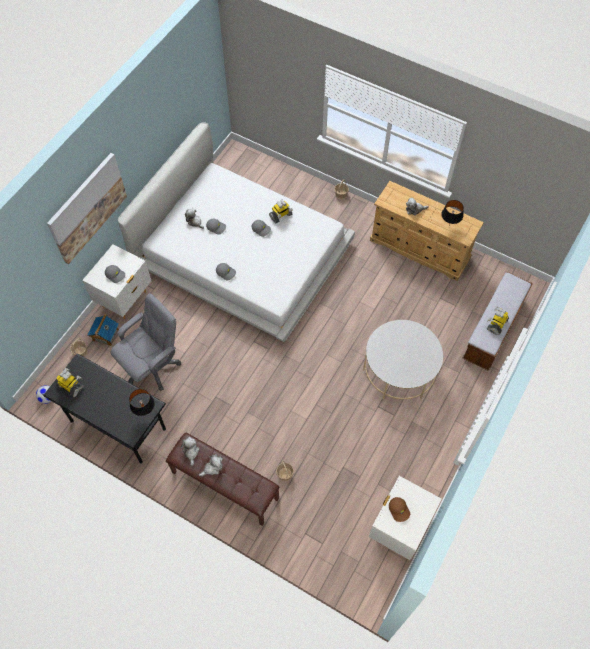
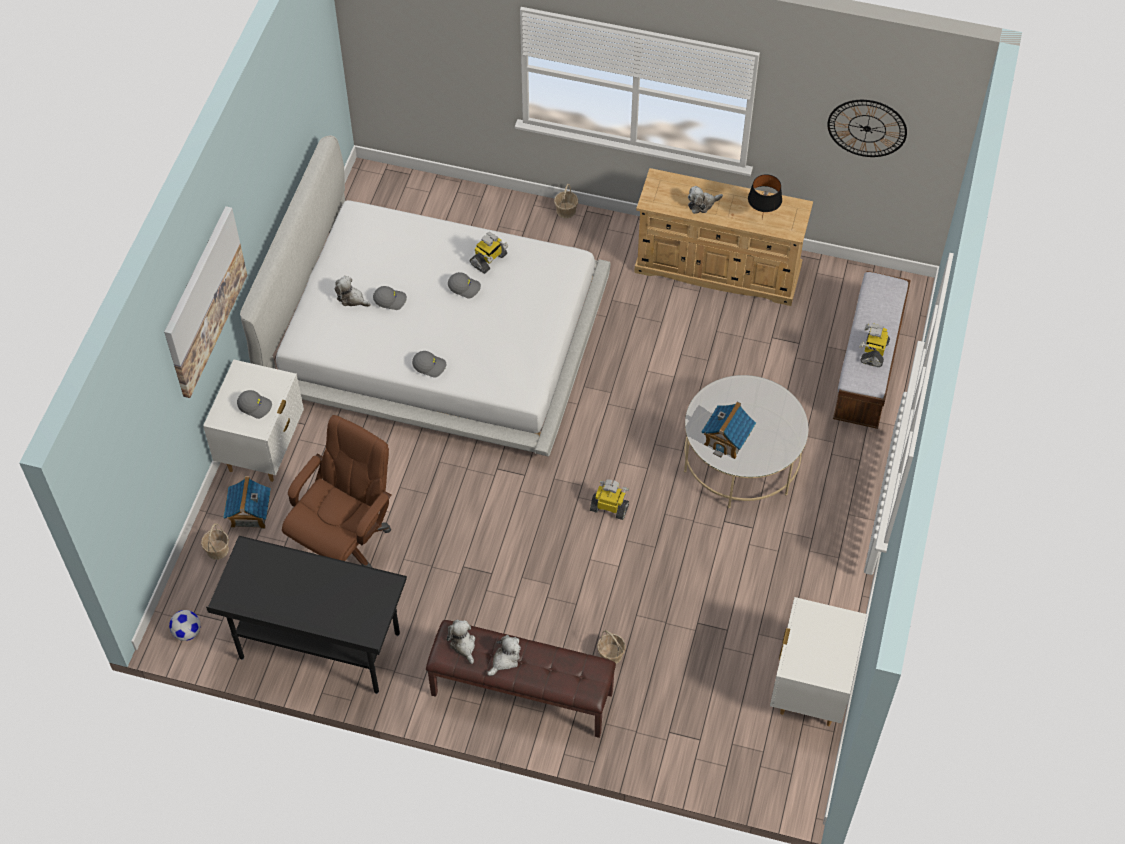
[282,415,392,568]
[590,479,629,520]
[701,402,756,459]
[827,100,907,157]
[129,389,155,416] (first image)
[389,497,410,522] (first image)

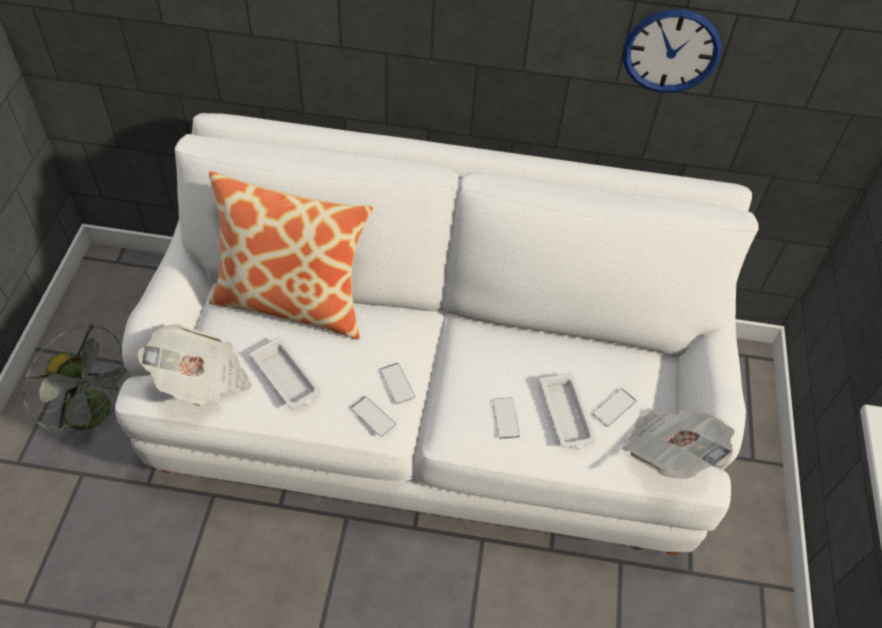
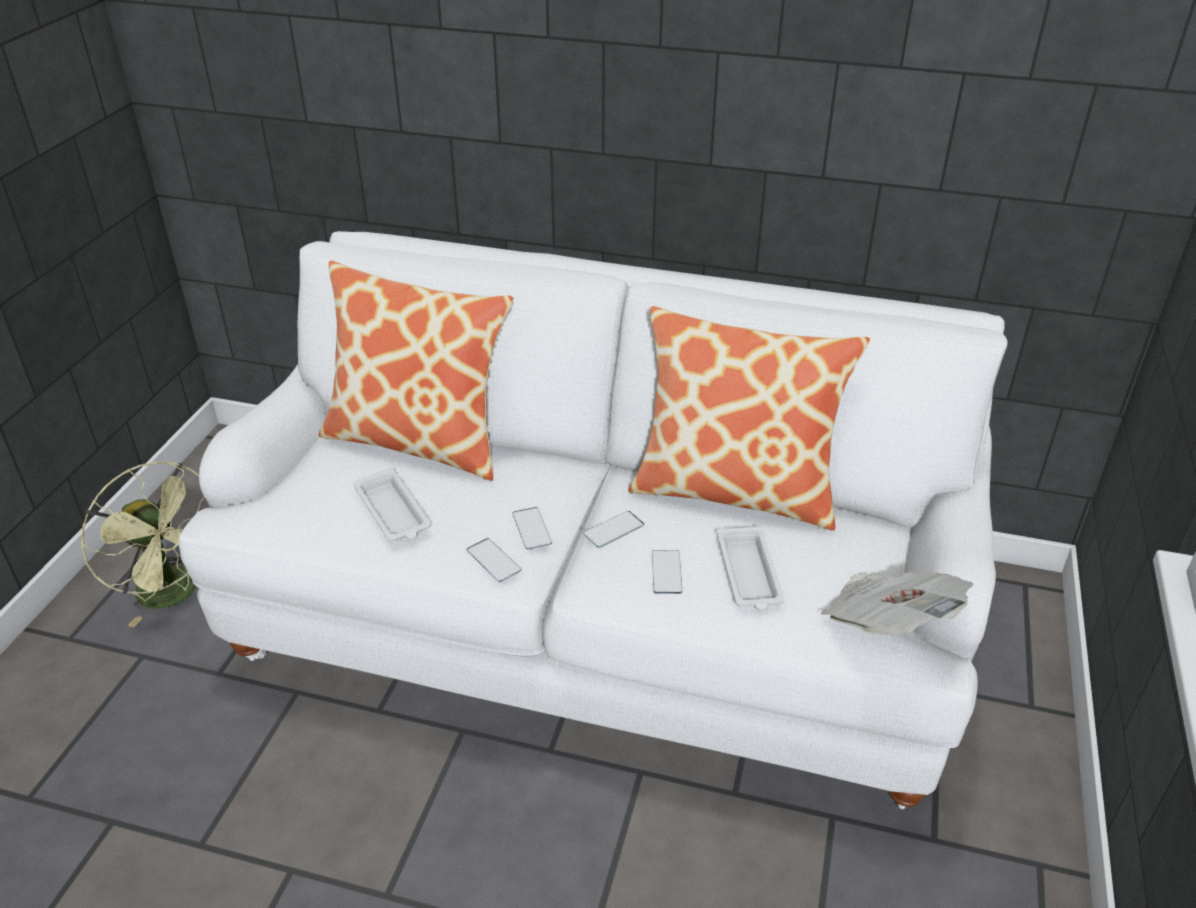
[81,461,205,627]
[583,511,644,548]
[628,306,870,530]
[138,324,252,406] (first image)
[623,10,722,93] (first image)

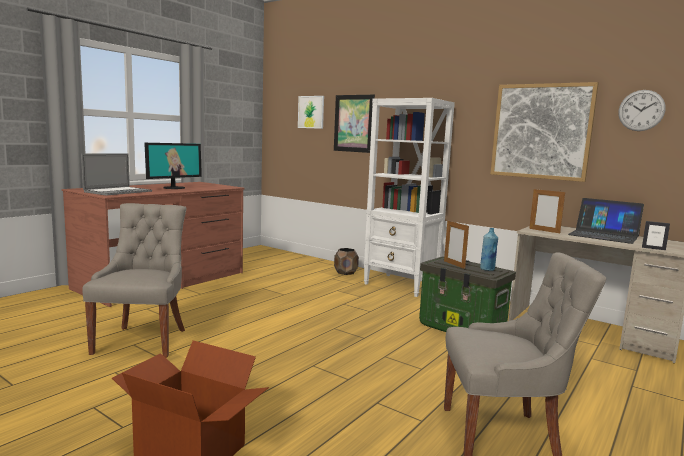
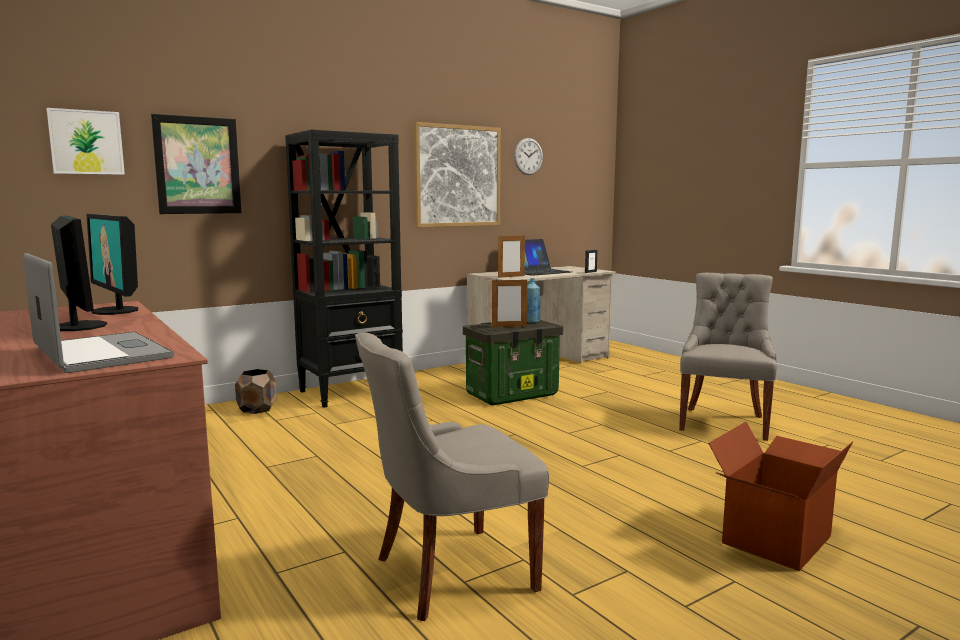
[87,214,138,315]
[285,130,403,408]
[355,332,549,621]

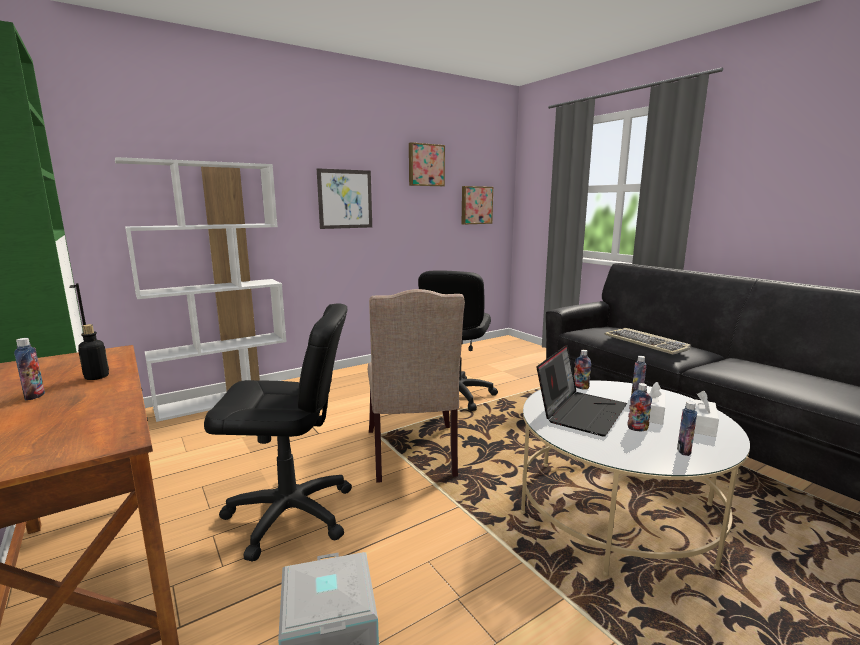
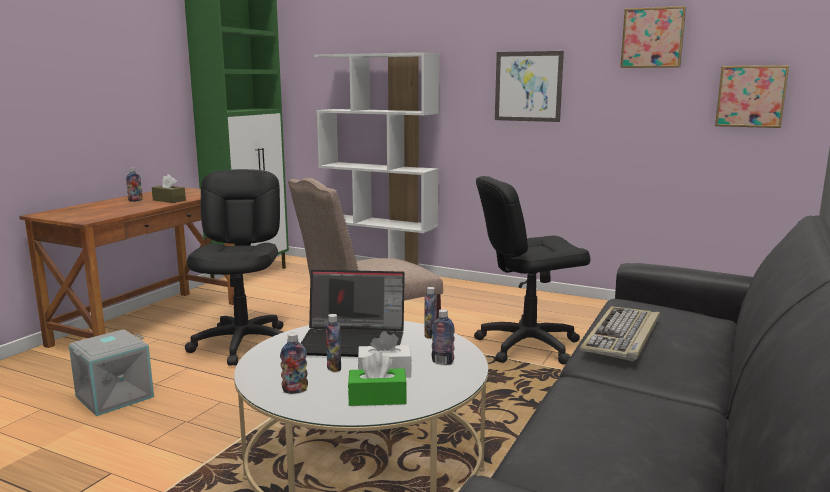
[152,174,186,203]
[185,169,283,366]
[348,352,407,406]

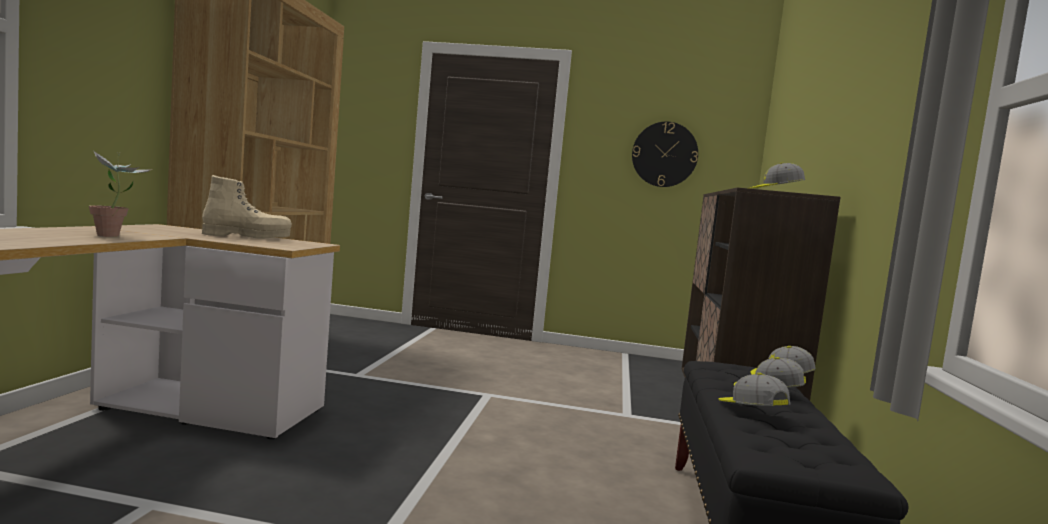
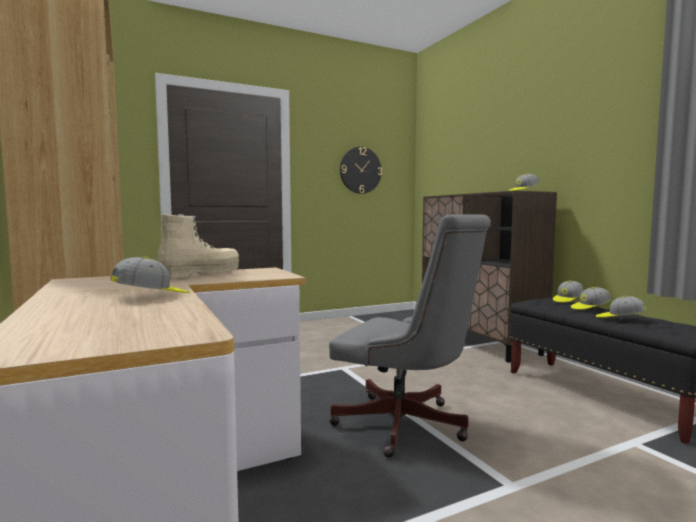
[110,256,190,293]
[329,214,491,458]

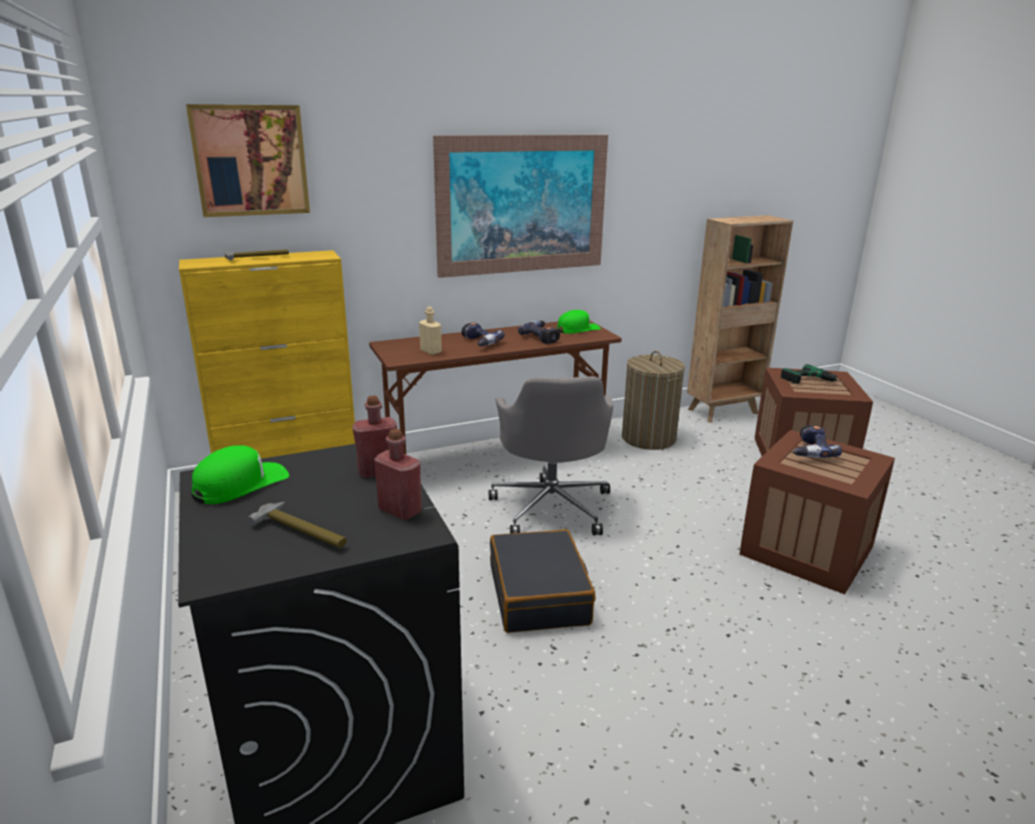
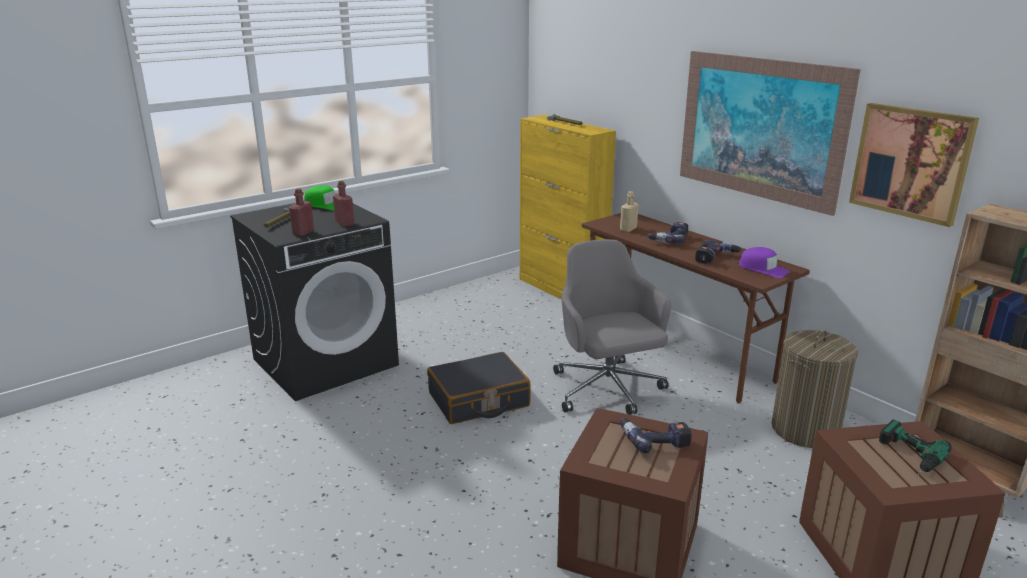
[553,239,672,415]
[739,247,790,278]
[849,103,979,227]

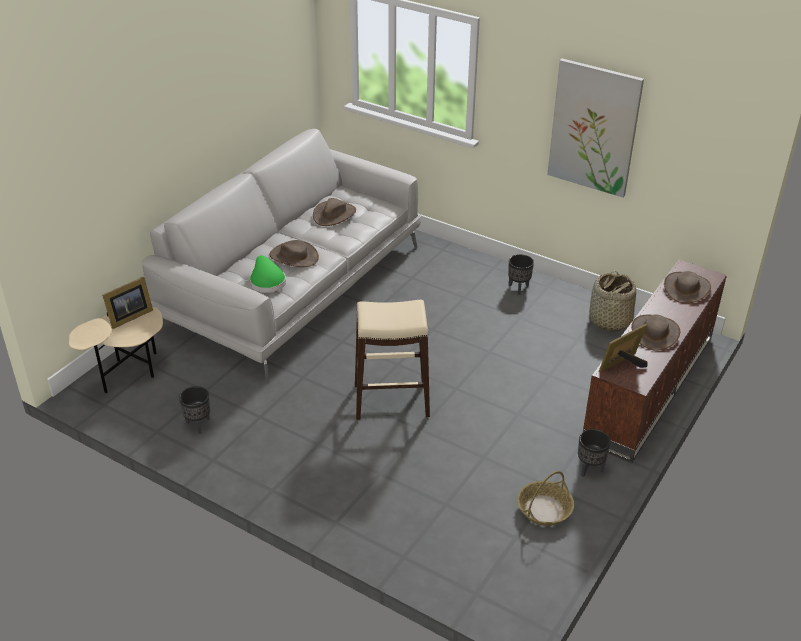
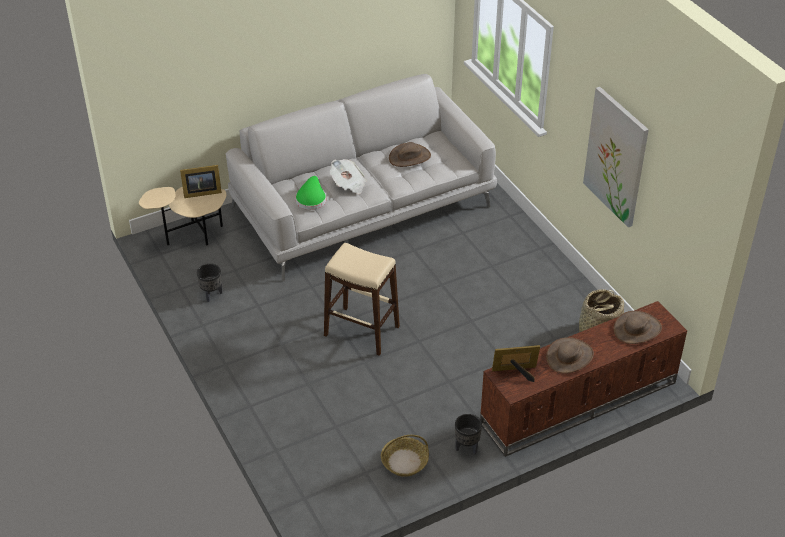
[330,159,367,194]
[508,254,534,295] (first image)

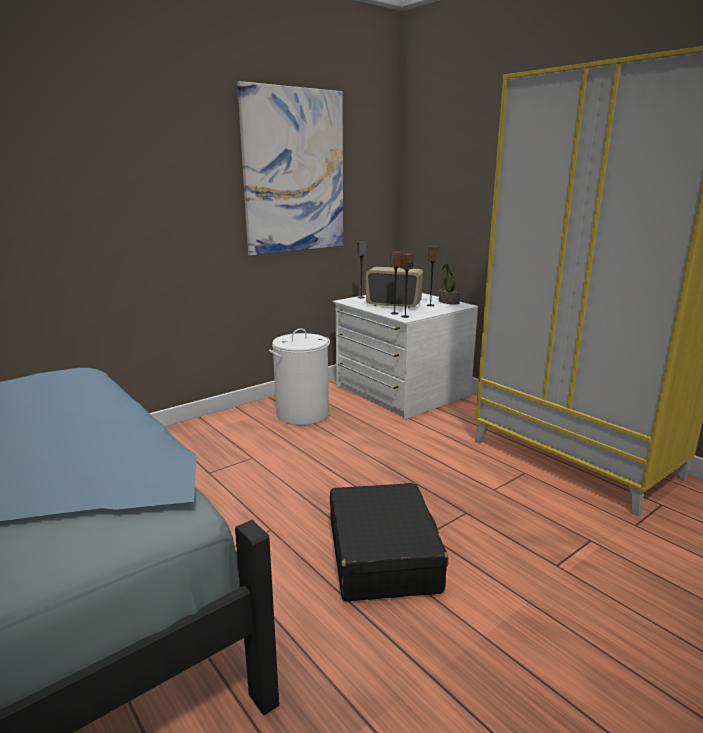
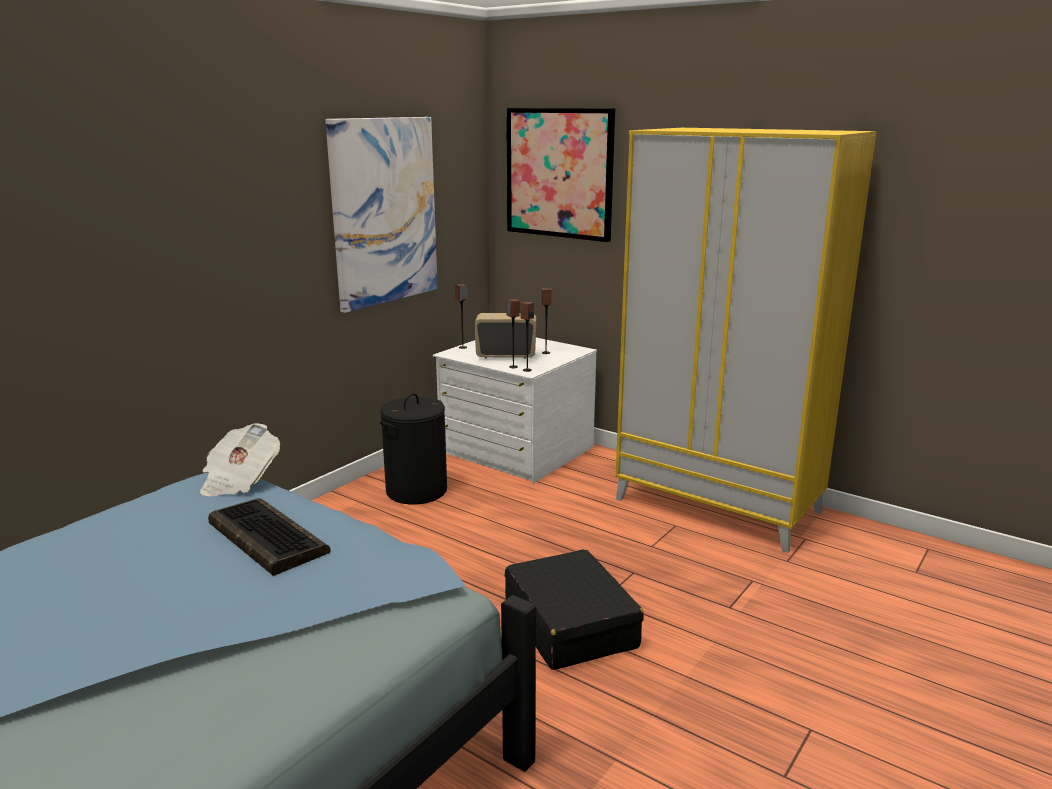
[200,423,280,496]
[208,498,331,576]
[380,393,447,504]
[506,108,615,242]
[439,260,460,305] (first image)

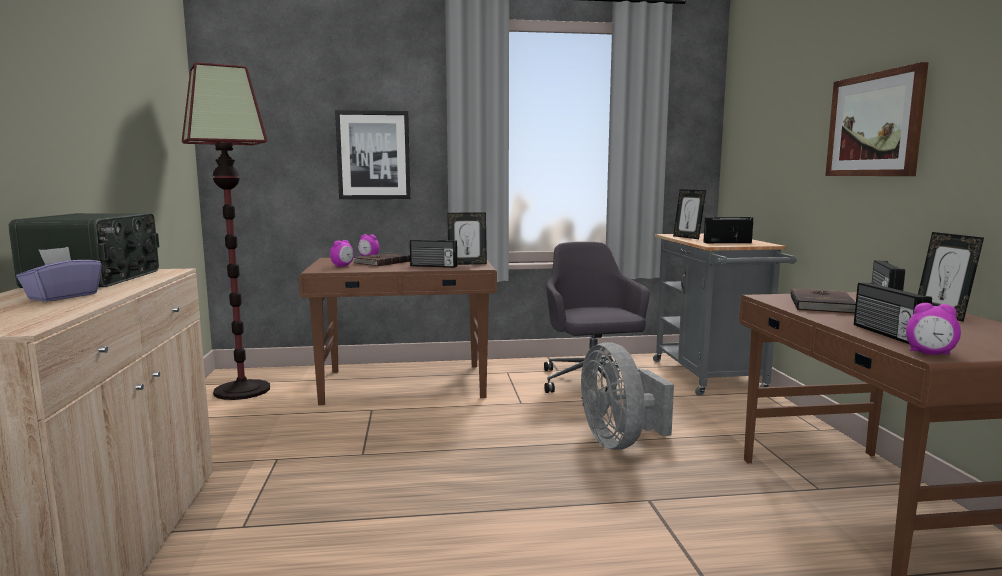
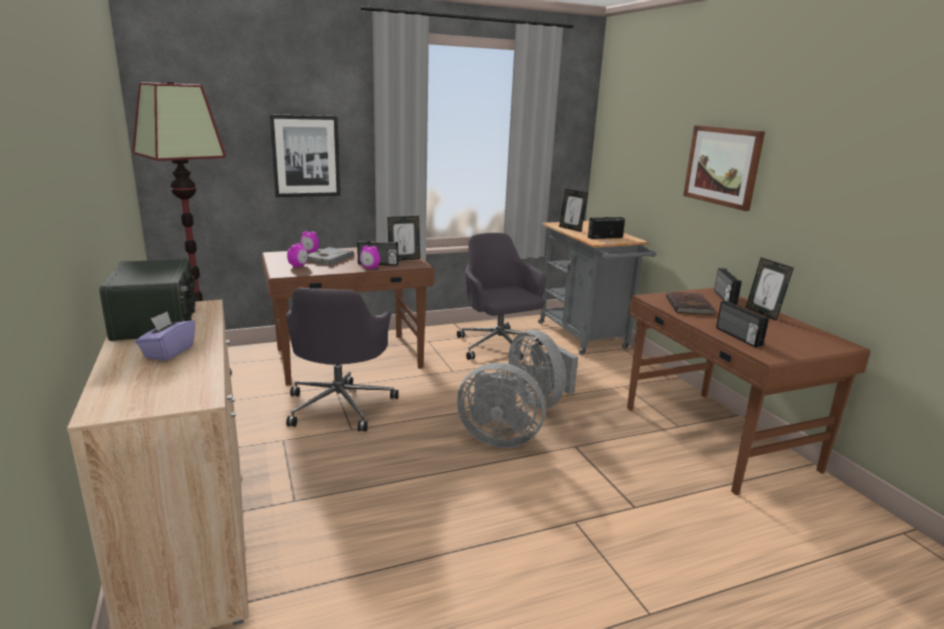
[286,287,399,432]
[307,247,354,265]
[360,246,380,269]
[457,363,546,448]

